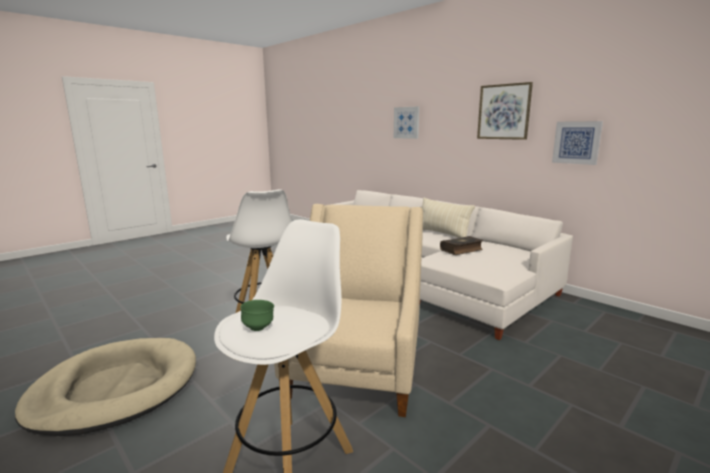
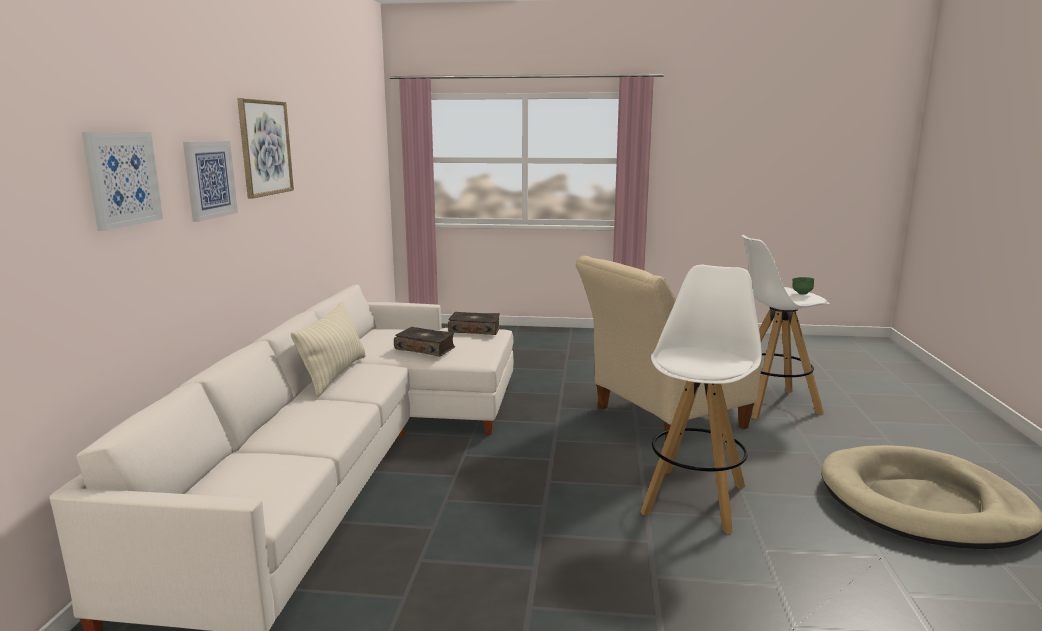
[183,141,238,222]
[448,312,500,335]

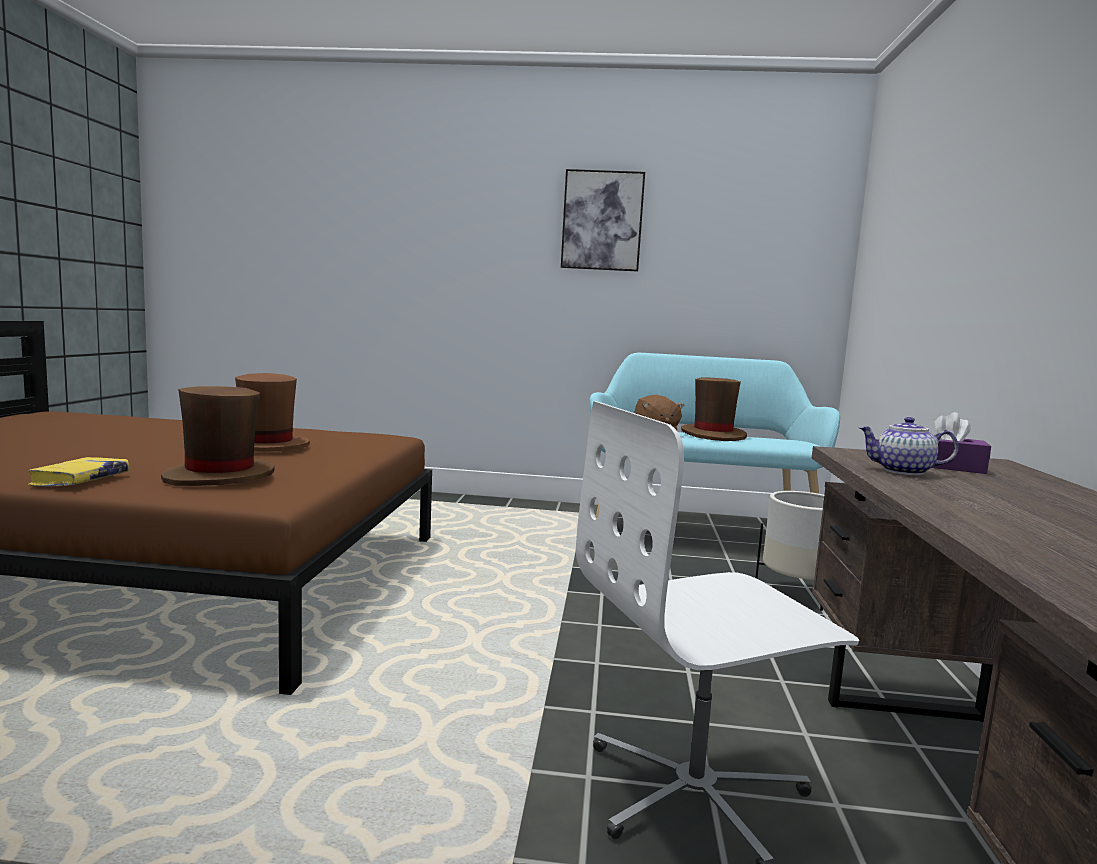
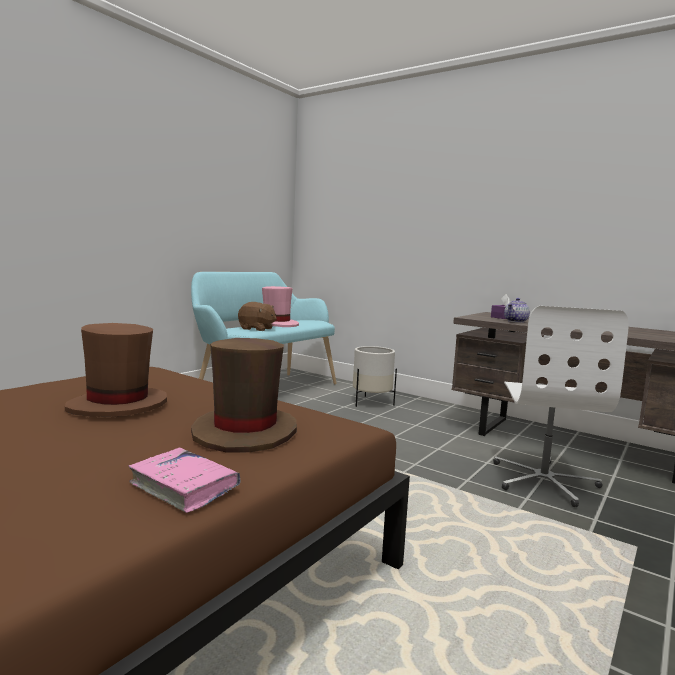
[128,448,241,513]
[262,286,299,327]
[561,169,645,272] (first image)

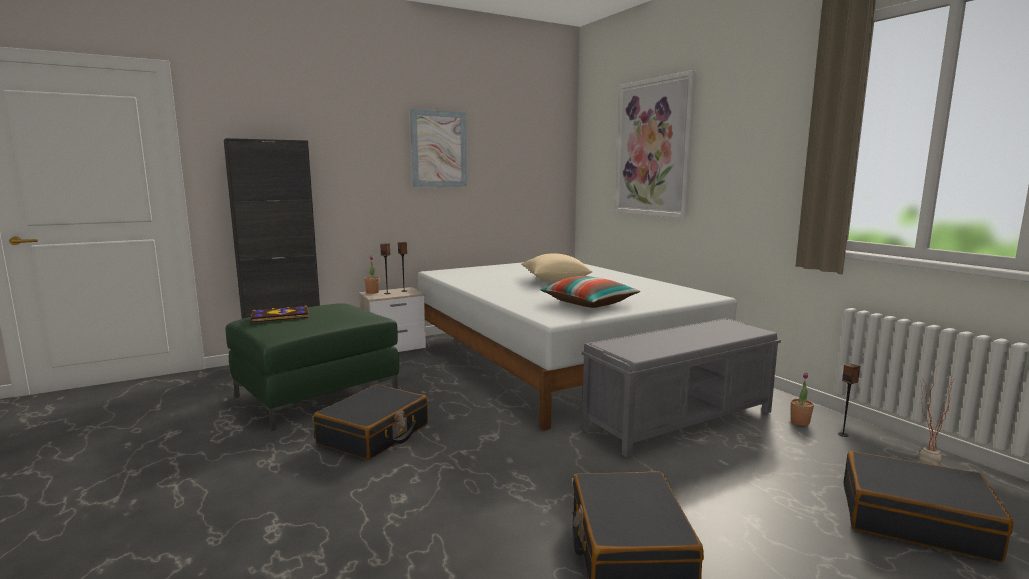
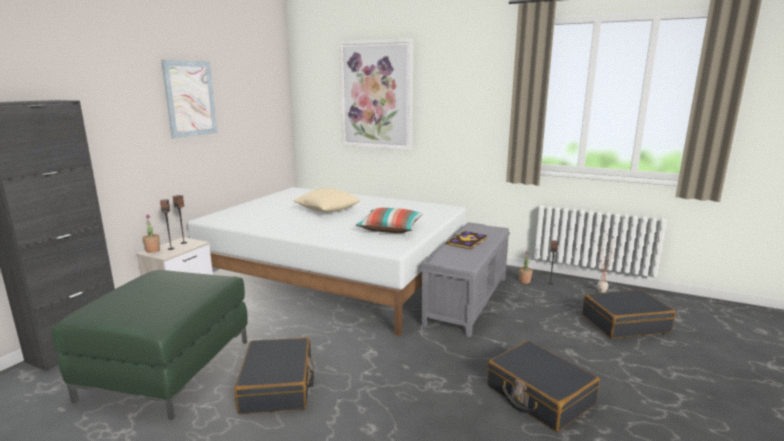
[446,231,487,250]

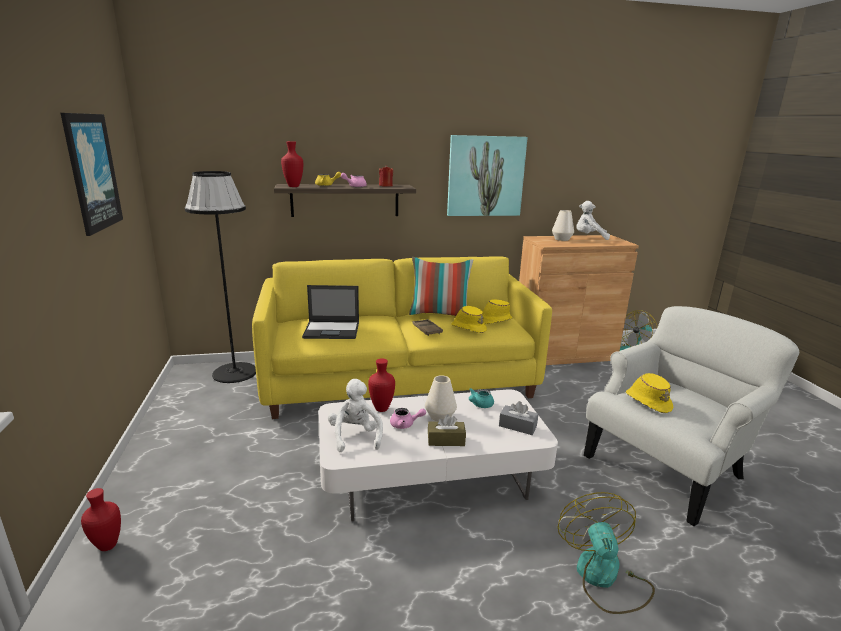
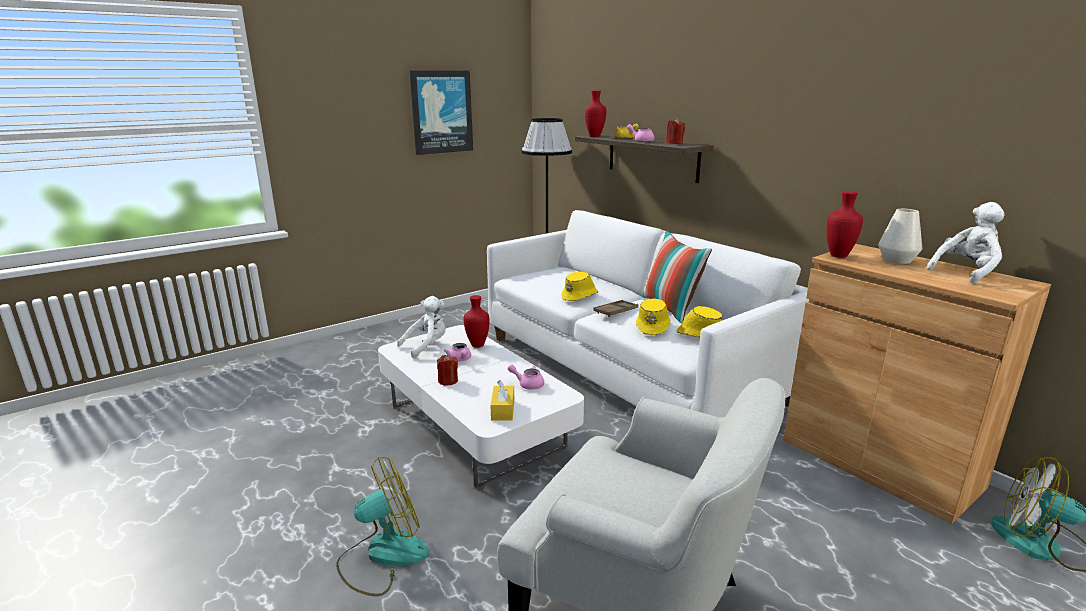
[437,355,458,386]
[487,210,809,417]
[490,380,514,421]
[508,364,544,390]
[562,272,598,301]
[827,191,863,258]
[927,202,1004,284]
[302,285,359,339] (first image)
[425,375,457,422] (first image)
[447,135,528,216] (first image)

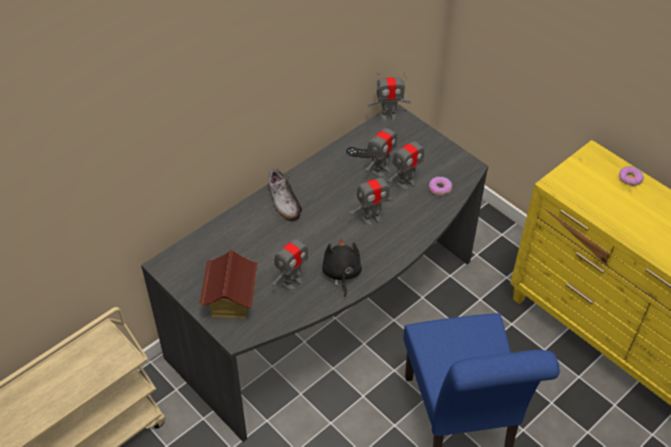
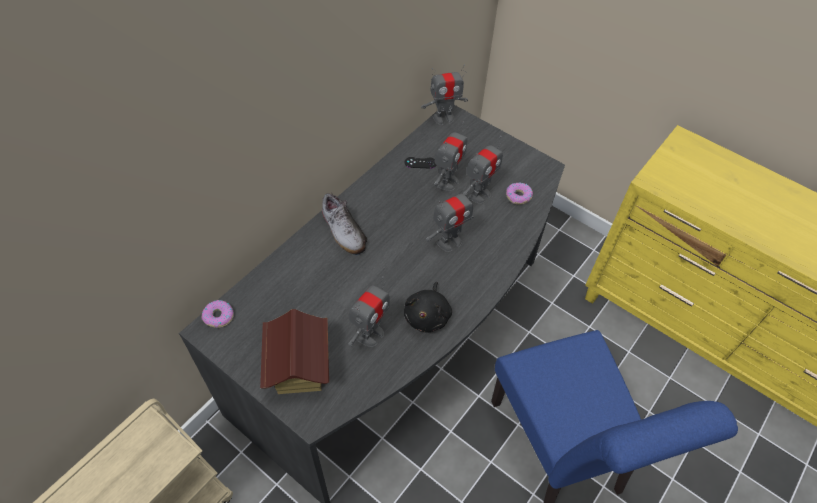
[202,300,234,328]
[404,282,452,332]

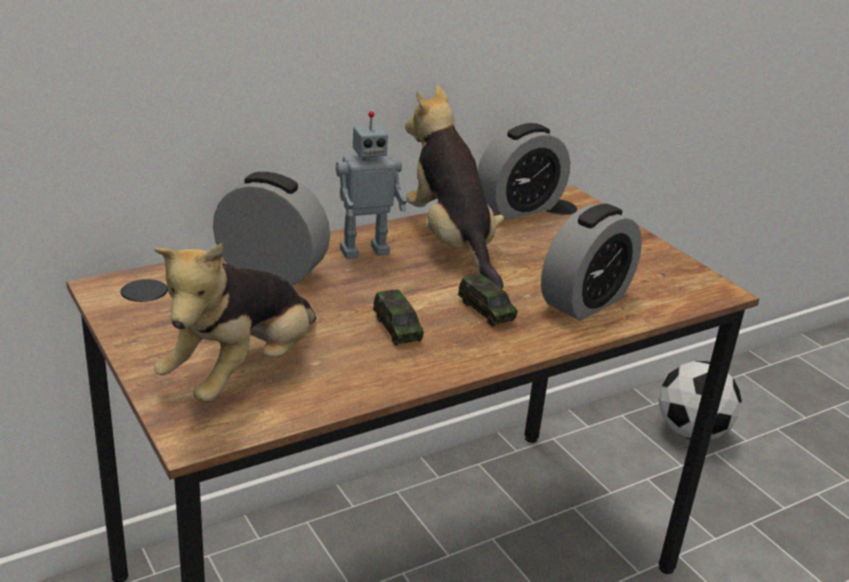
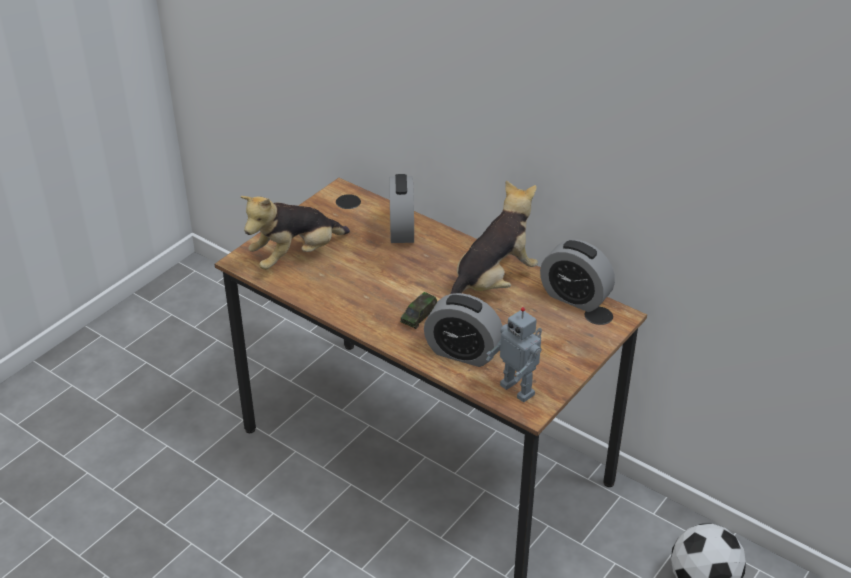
[240,196,350,270]
[486,307,542,402]
[373,289,423,346] (first image)

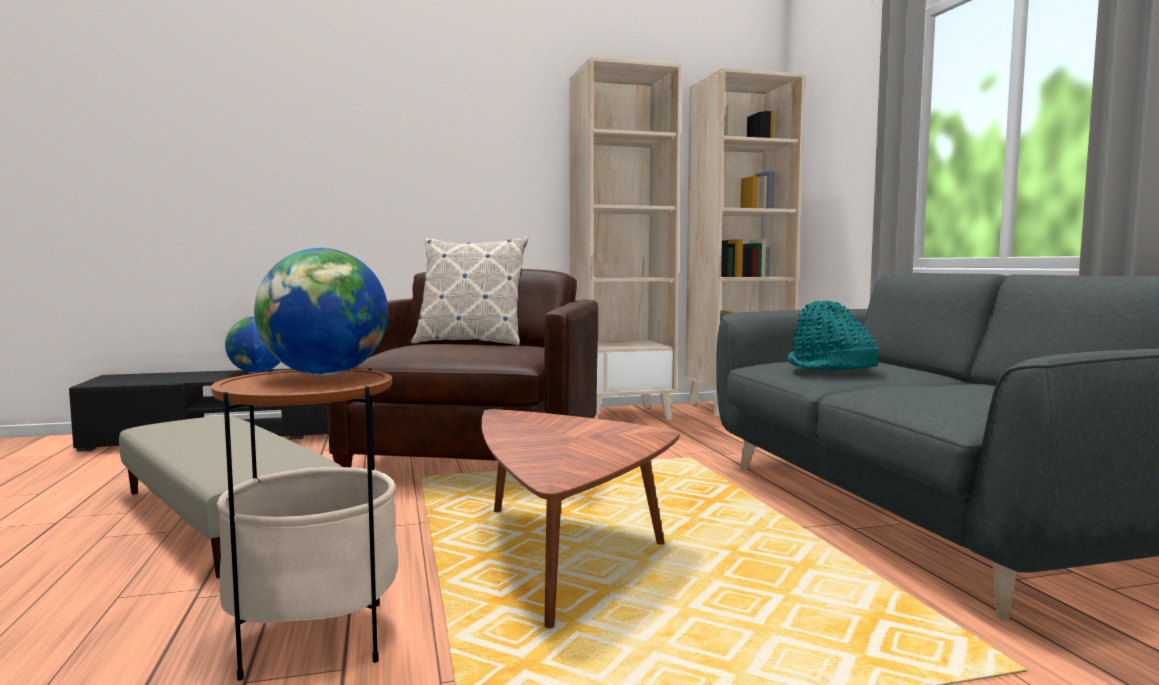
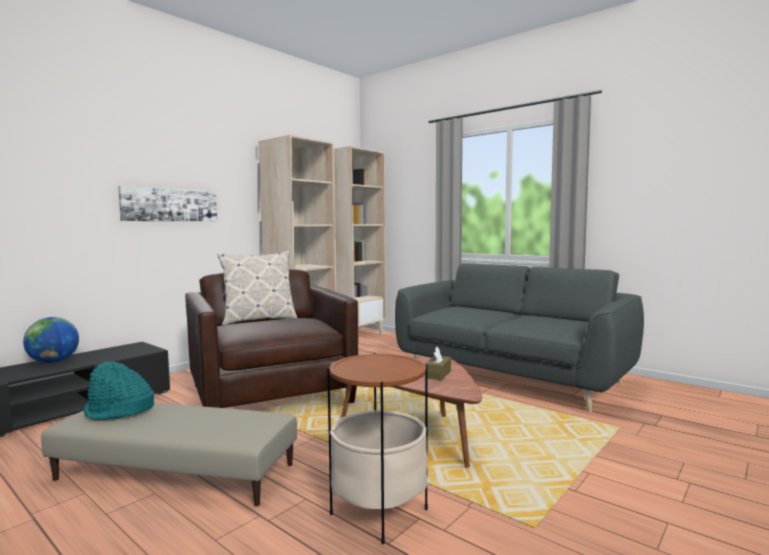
[84,362,154,420]
[118,186,217,221]
[425,347,451,380]
[254,248,388,375] (first image)

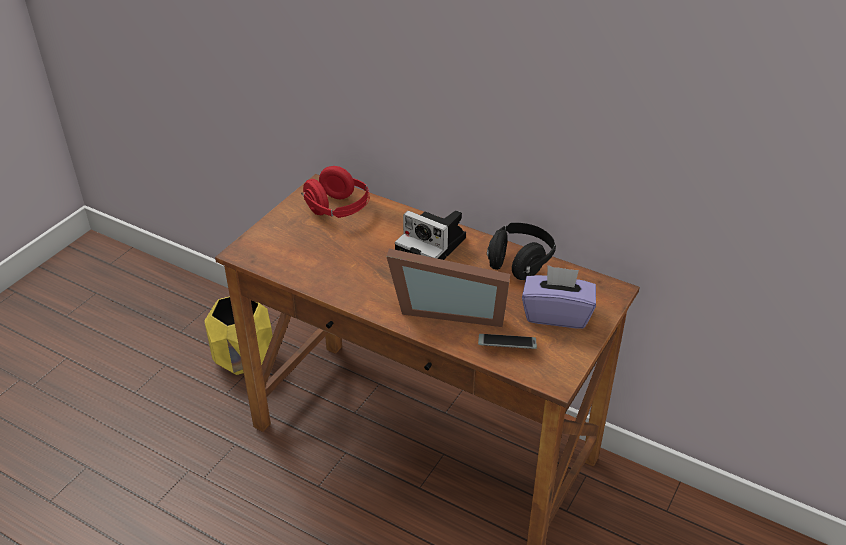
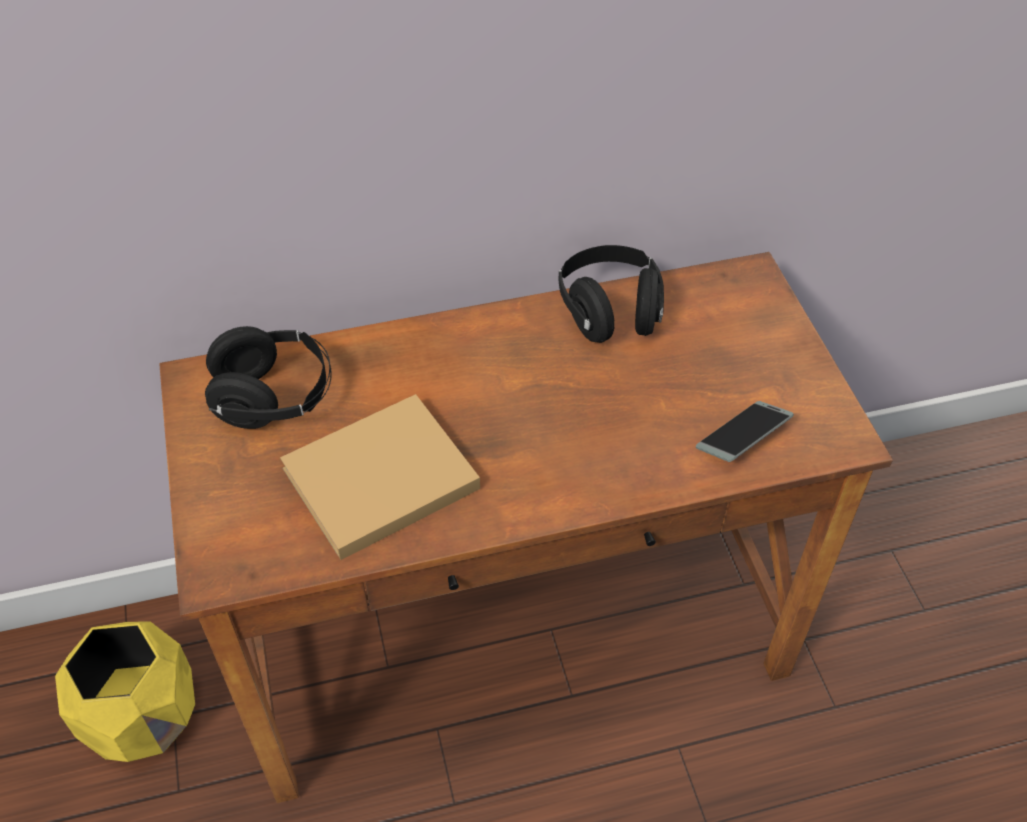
[205,326,332,429]
[280,394,480,560]
[386,248,510,327] (first image)
[395,210,466,260] (first image)
[522,265,596,329] (first image)

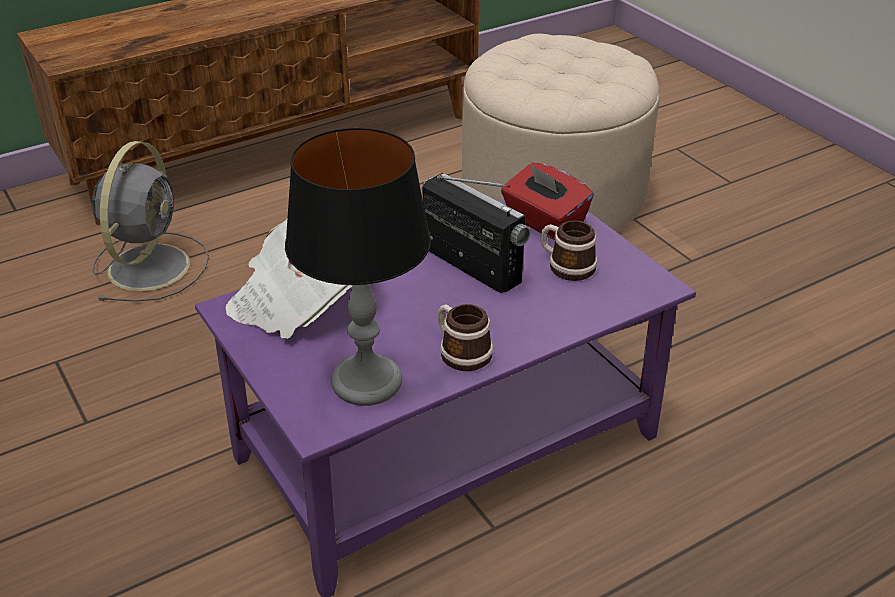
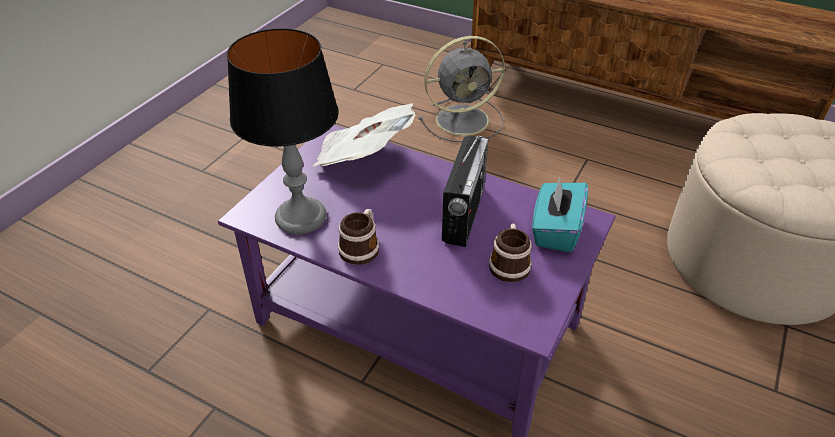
[532,177,588,252]

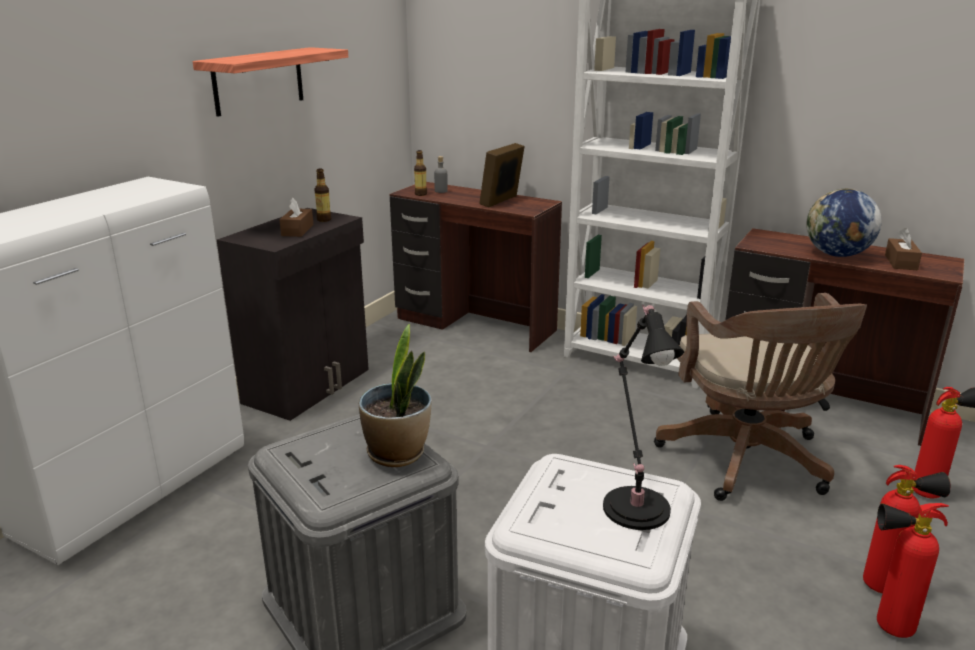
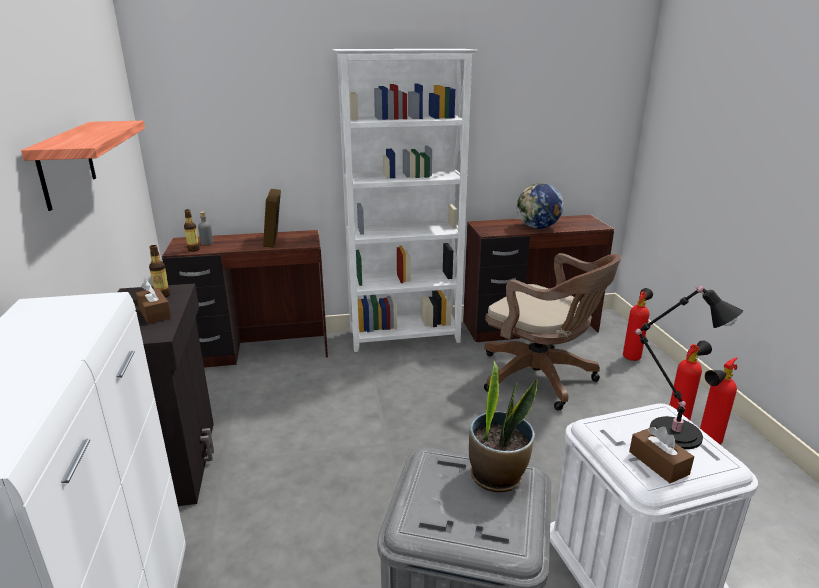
[629,426,694,483]

